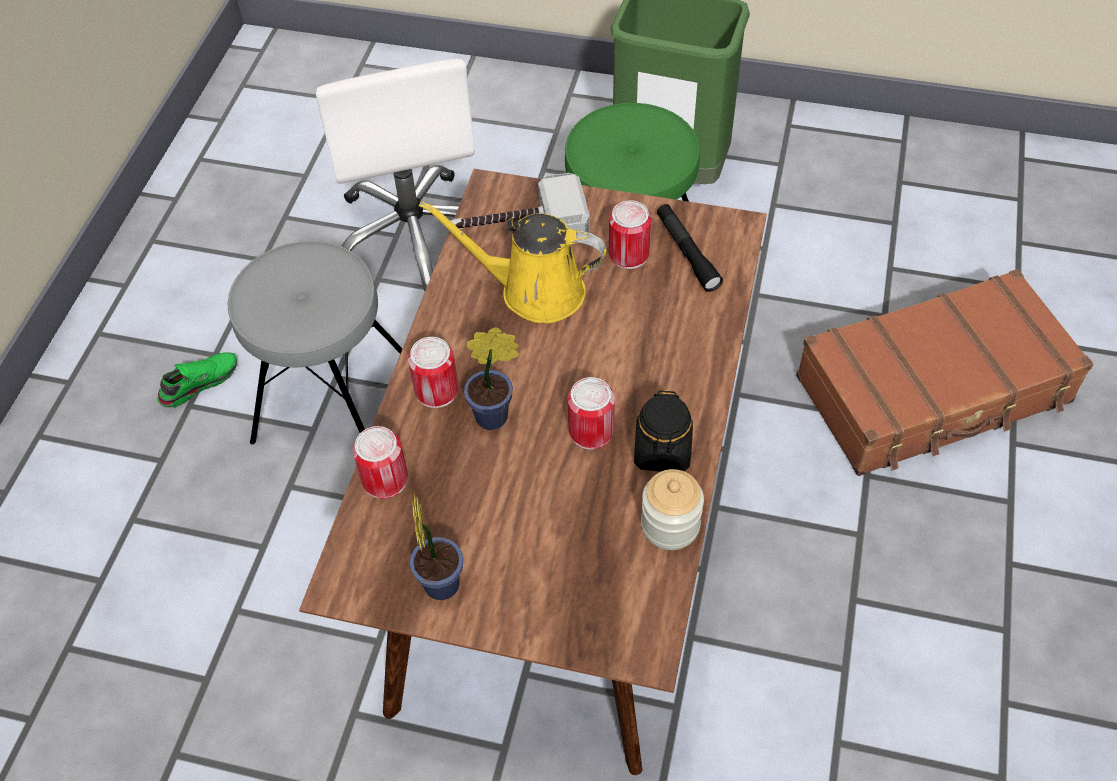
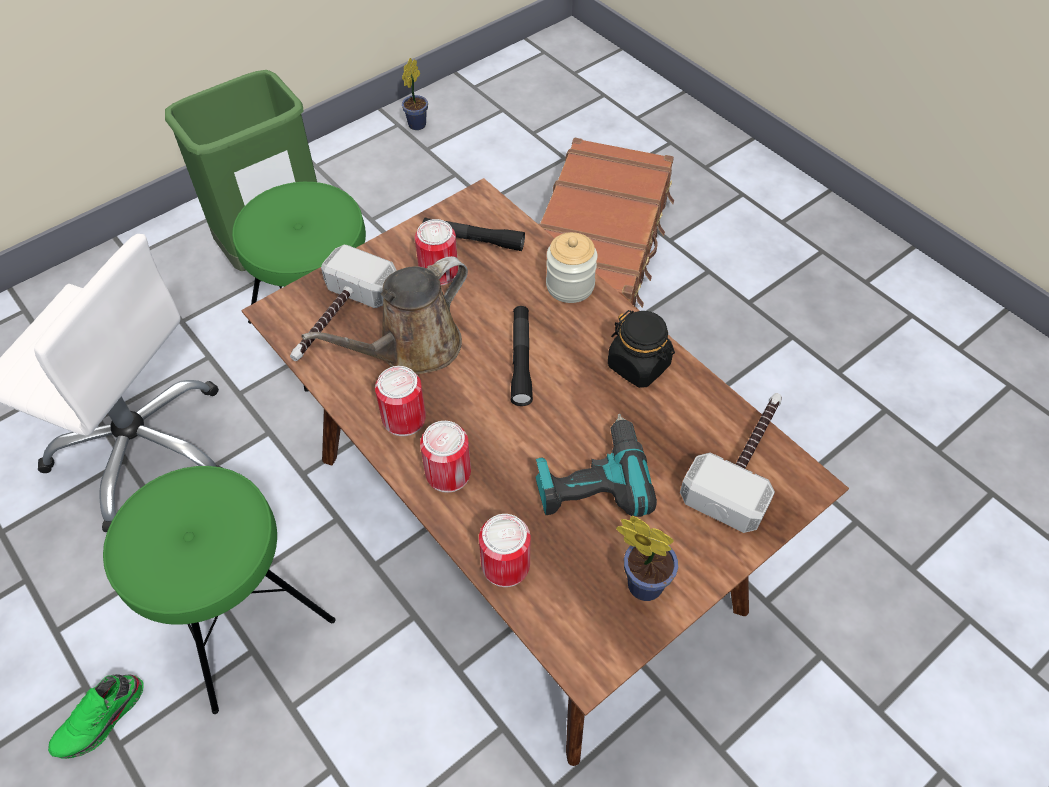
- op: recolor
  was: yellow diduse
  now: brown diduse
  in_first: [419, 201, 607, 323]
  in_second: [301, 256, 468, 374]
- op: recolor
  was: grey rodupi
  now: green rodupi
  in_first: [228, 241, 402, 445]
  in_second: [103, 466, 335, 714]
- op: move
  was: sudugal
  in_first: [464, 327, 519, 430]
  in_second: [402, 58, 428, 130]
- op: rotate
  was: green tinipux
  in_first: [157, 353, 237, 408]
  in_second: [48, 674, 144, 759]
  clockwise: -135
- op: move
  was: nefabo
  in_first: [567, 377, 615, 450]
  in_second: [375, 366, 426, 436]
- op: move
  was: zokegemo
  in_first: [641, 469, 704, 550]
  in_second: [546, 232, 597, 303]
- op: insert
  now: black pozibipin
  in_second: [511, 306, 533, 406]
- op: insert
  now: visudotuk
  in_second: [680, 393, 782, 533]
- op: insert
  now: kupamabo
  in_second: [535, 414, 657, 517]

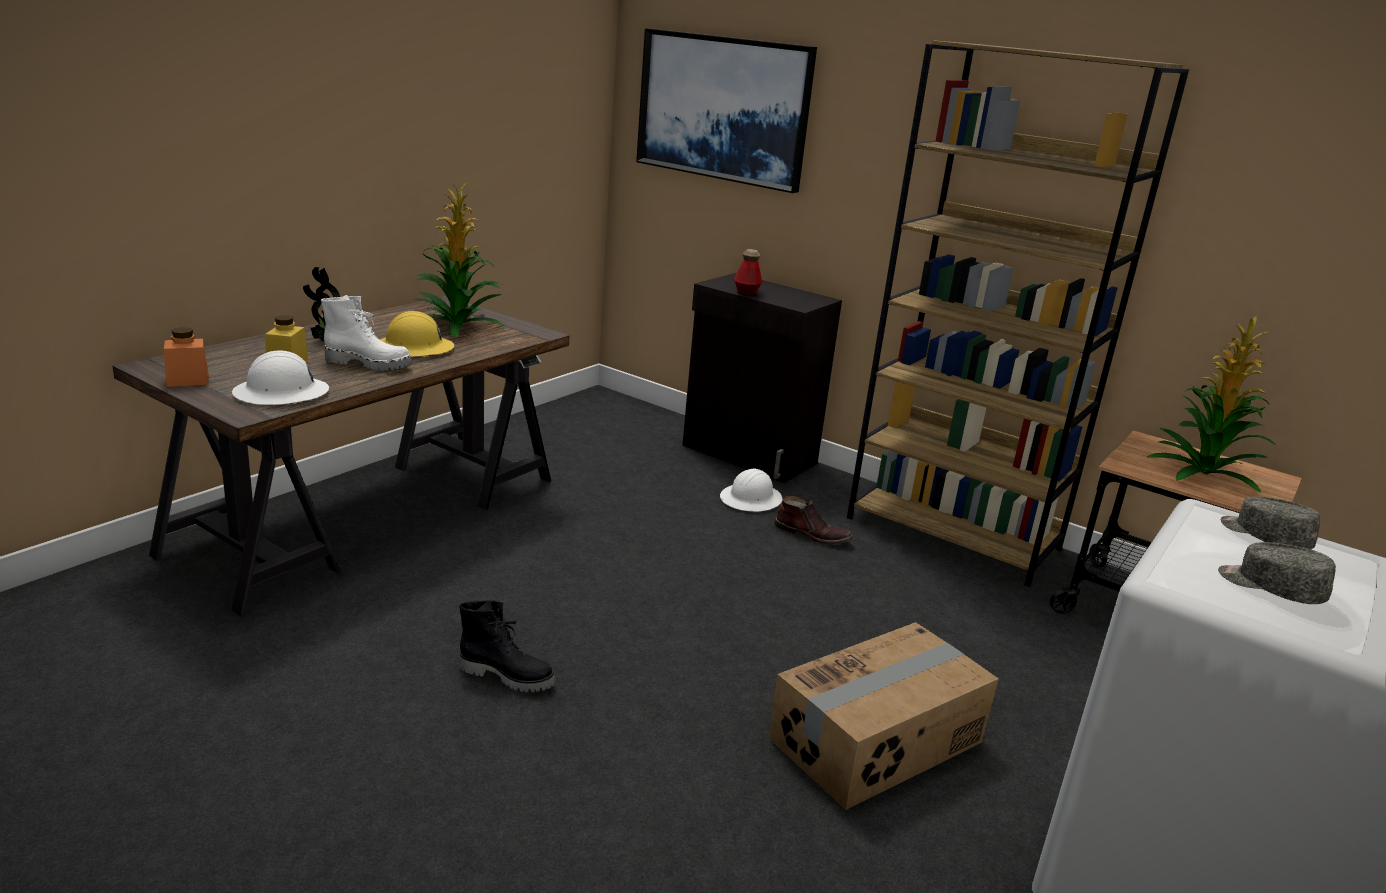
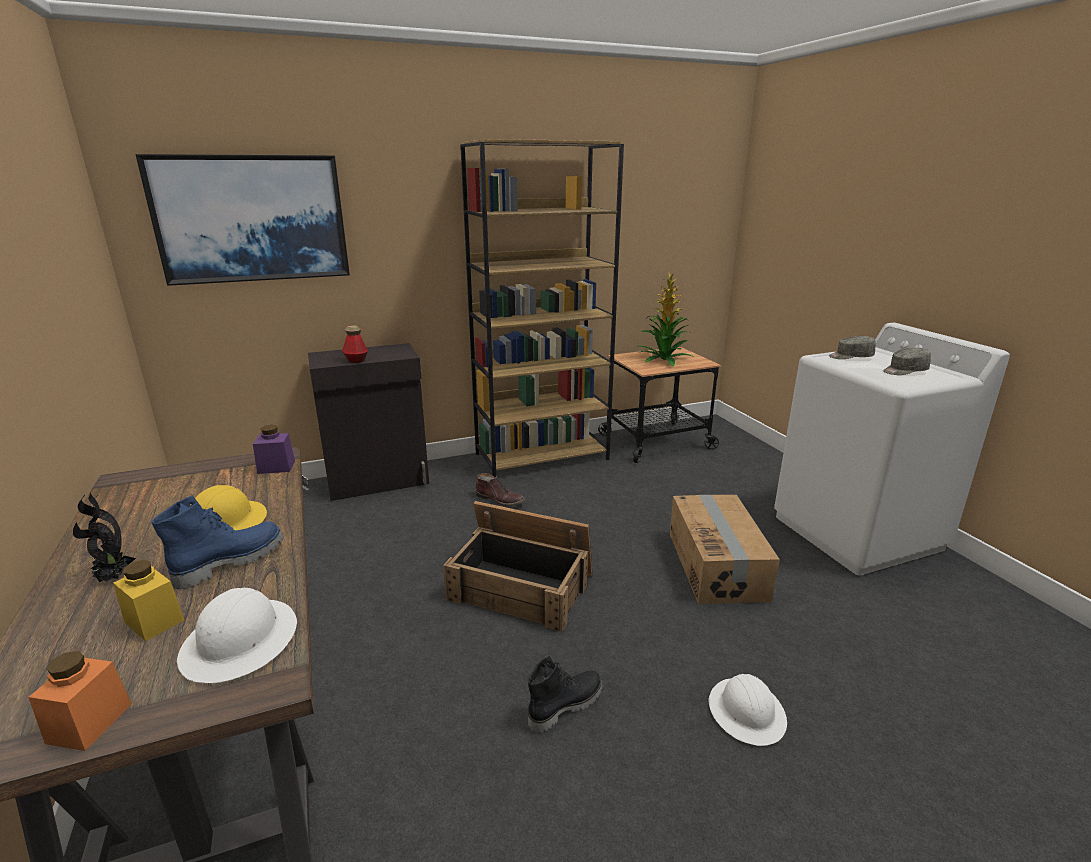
- op: delete
  was: sudugal
  in_first: [413, 182, 505, 337]
- op: recolor
  was: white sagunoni
  now: blue sagunoni
  in_first: [321, 295, 413, 371]
  in_second: [151, 495, 284, 590]
- op: move
  was: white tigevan
  in_first: [720, 469, 782, 512]
  in_second: [708, 674, 787, 746]
- op: rotate
  was: brown sagunoni
  in_first: [774, 496, 853, 545]
  in_second: [475, 473, 525, 506]
  clockwise: 60
- op: insert
  now: purple zokegemo
  in_second: [253, 425, 295, 474]
- op: insert
  now: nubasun
  in_second: [443, 501, 593, 632]

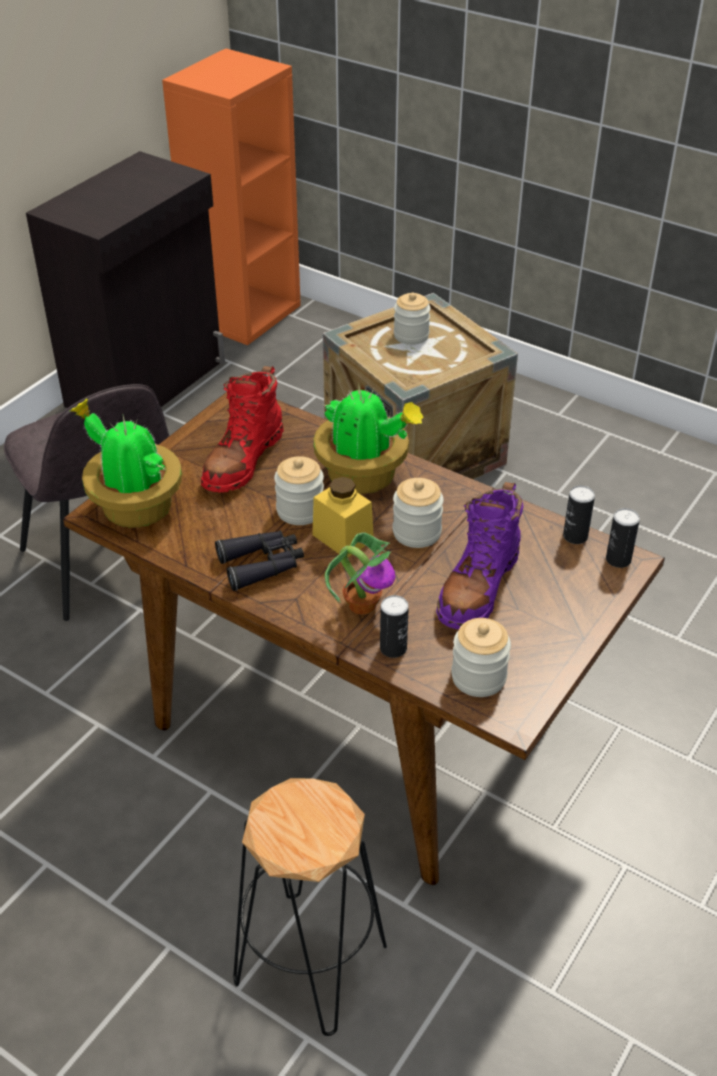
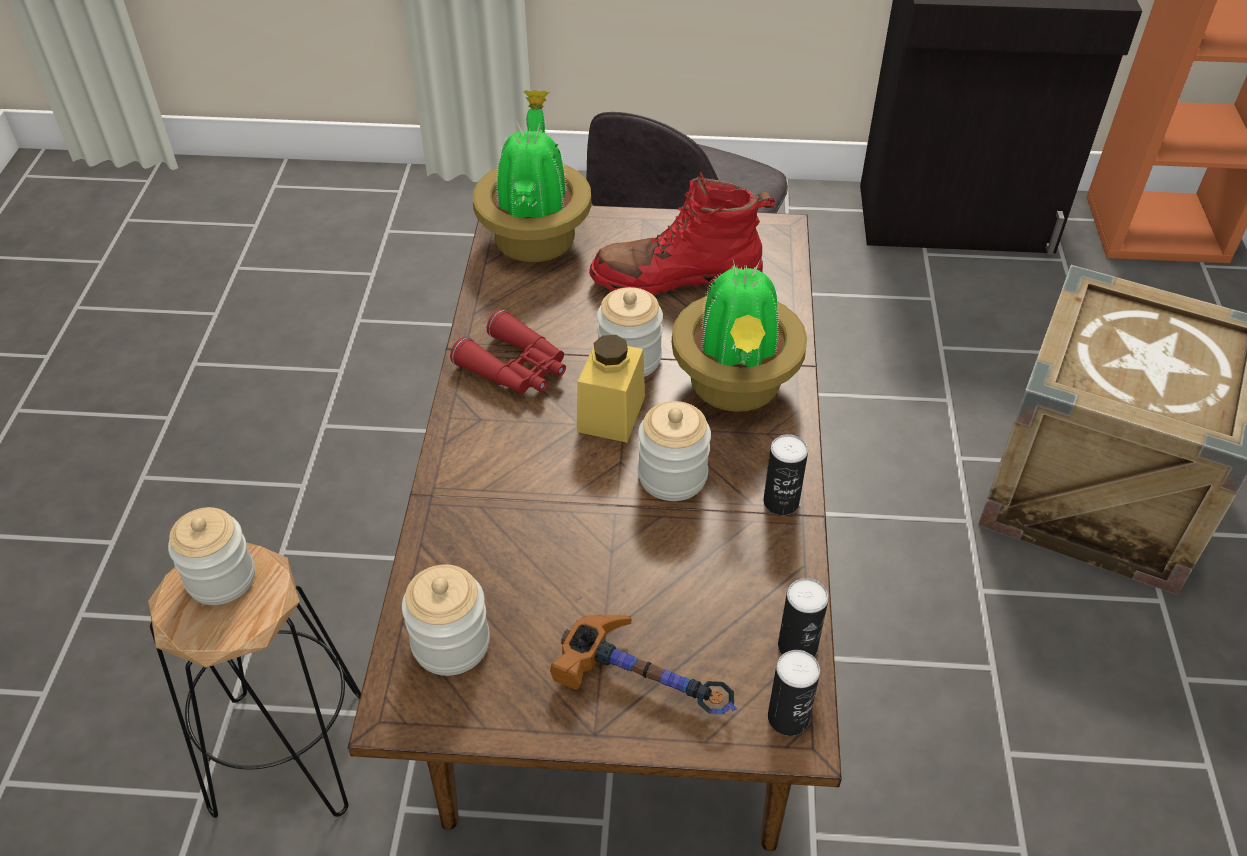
- op: move
  was: zokegemo
  in_first: [394, 293, 431, 345]
  in_second: [168, 507, 255, 605]
- op: delete
  was: purple sagunoni
  in_first: [436, 482, 524, 629]
- op: recolor
  was: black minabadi
  now: red minabadi
  in_first: [215, 530, 304, 591]
  in_second: [450, 309, 566, 394]
- op: delete
  was: sudugal
  in_first: [325, 532, 396, 615]
- op: move
  was: nefabo
  in_first: [380, 595, 409, 658]
  in_second: [763, 434, 808, 515]
- op: insert
  now: visudotuk
  in_second: [550, 615, 737, 715]

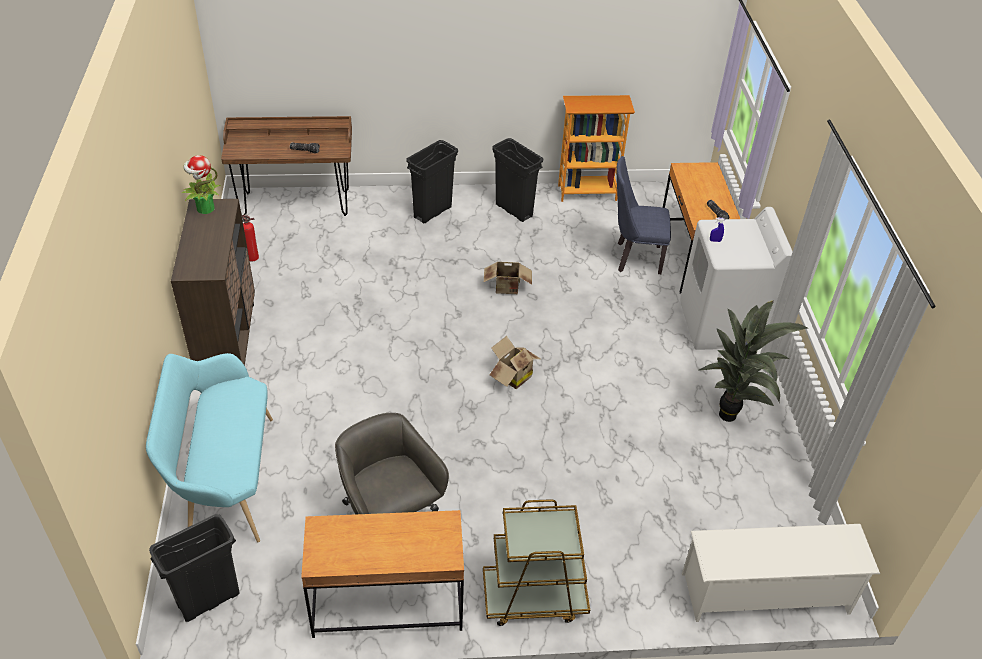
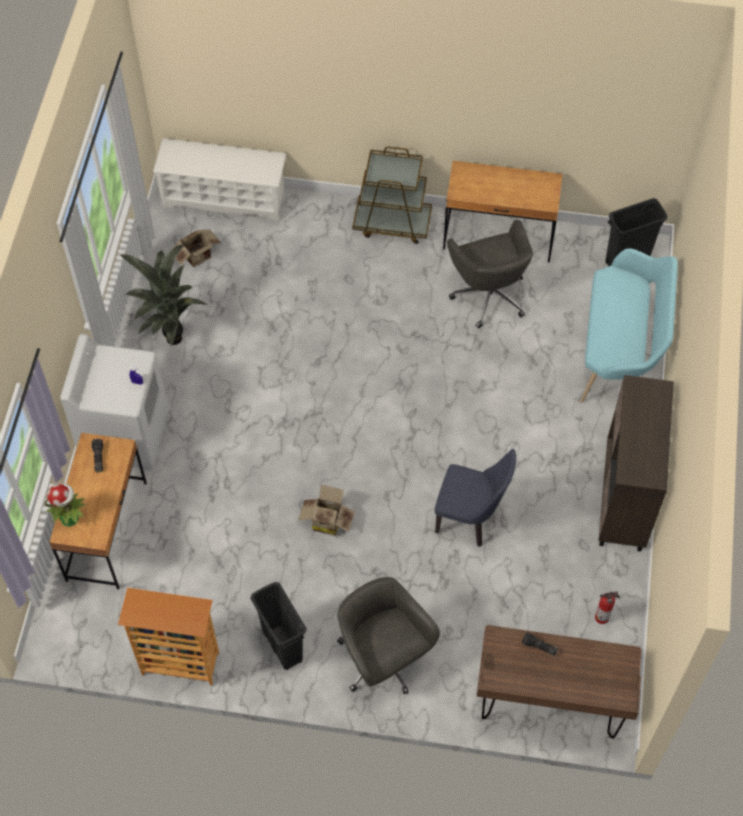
- op: replace
  was: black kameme
  now: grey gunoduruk
  in_first: [406, 140, 458, 224]
  in_second: [337, 577, 440, 694]
- op: move
  was: sudugal
  in_first: [182, 155, 221, 214]
  in_second: [44, 483, 86, 527]
- op: move
  was: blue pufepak
  in_first: [616, 156, 671, 274]
  in_second: [435, 449, 516, 547]
- op: move
  was: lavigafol
  in_first: [490, 336, 541, 389]
  in_second: [172, 230, 221, 267]

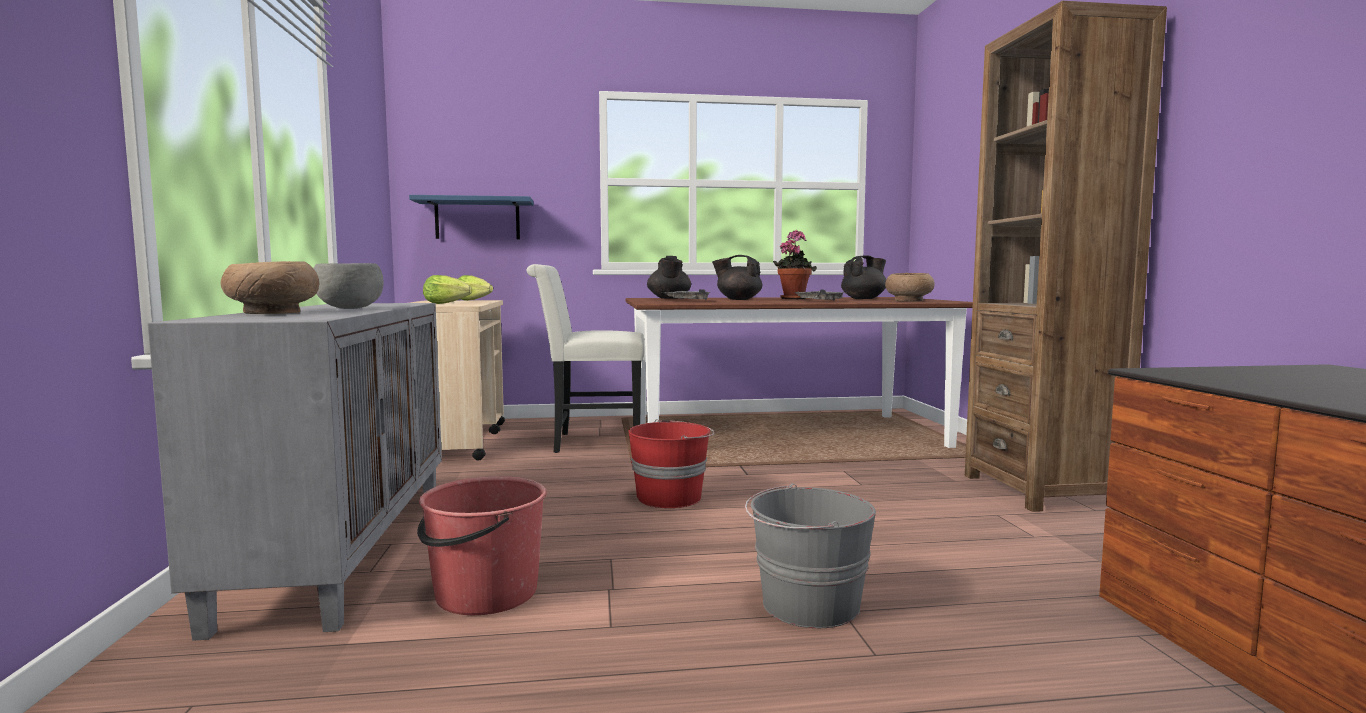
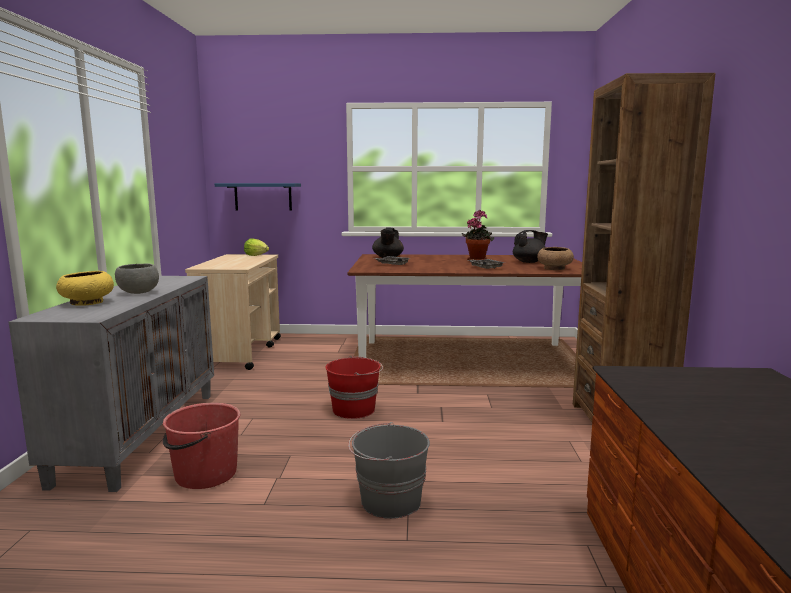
- op: delete
  was: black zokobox
  in_first: [712, 255, 762, 300]
- op: recolor
  was: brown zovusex
  now: yellow zovusex
  in_first: [220, 261, 319, 314]
  in_second: [56, 271, 114, 306]
- op: delete
  was: white pufepak
  in_first: [526, 264, 644, 453]
- op: delete
  was: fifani
  in_first: [423, 275, 472, 304]

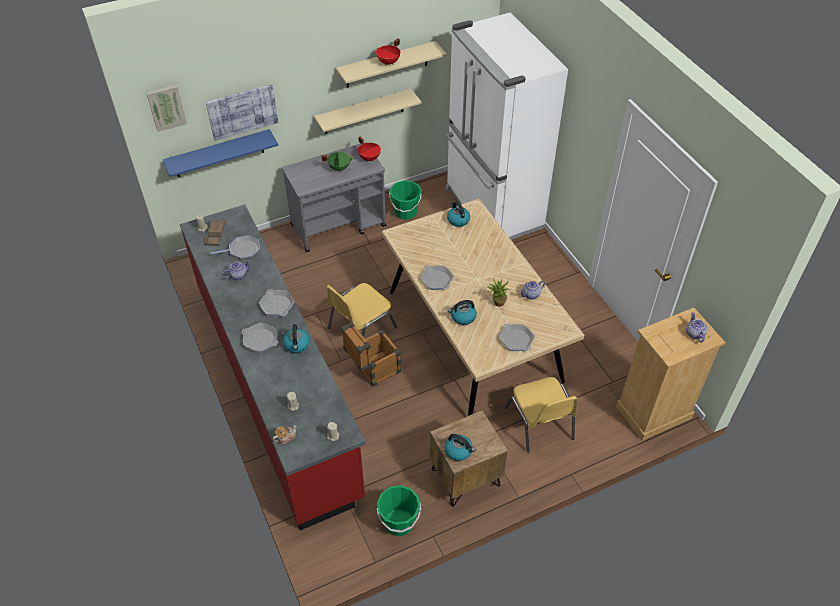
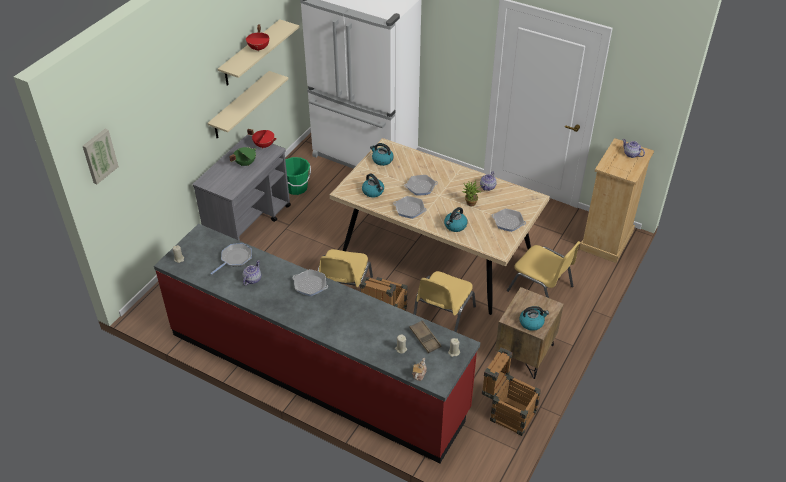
- op: delete
  was: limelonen
  in_first: [206, 84, 279, 141]
- op: delete
  was: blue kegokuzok
  in_first: [163, 129, 278, 177]
- op: move
  was: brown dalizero
  in_first: [205, 220, 225, 246]
  in_second: [409, 320, 441, 353]
- op: move
  was: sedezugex
  in_first: [242, 323, 278, 353]
  in_second: [404, 175, 438, 196]
- op: move
  was: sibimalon
  in_first: [283, 324, 310, 353]
  in_second: [362, 173, 384, 197]
- op: replace
  was: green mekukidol
  now: nubasun
  in_first: [377, 485, 421, 536]
  in_second: [482, 347, 541, 436]
- op: insert
  now: yellow pufepak
  in_second: [413, 271, 476, 332]

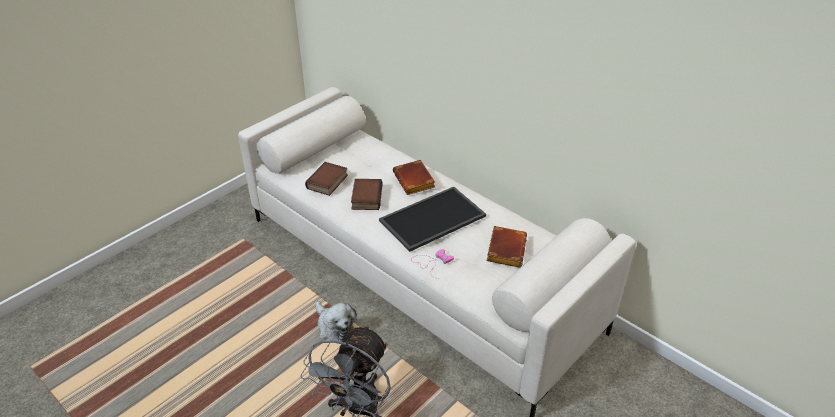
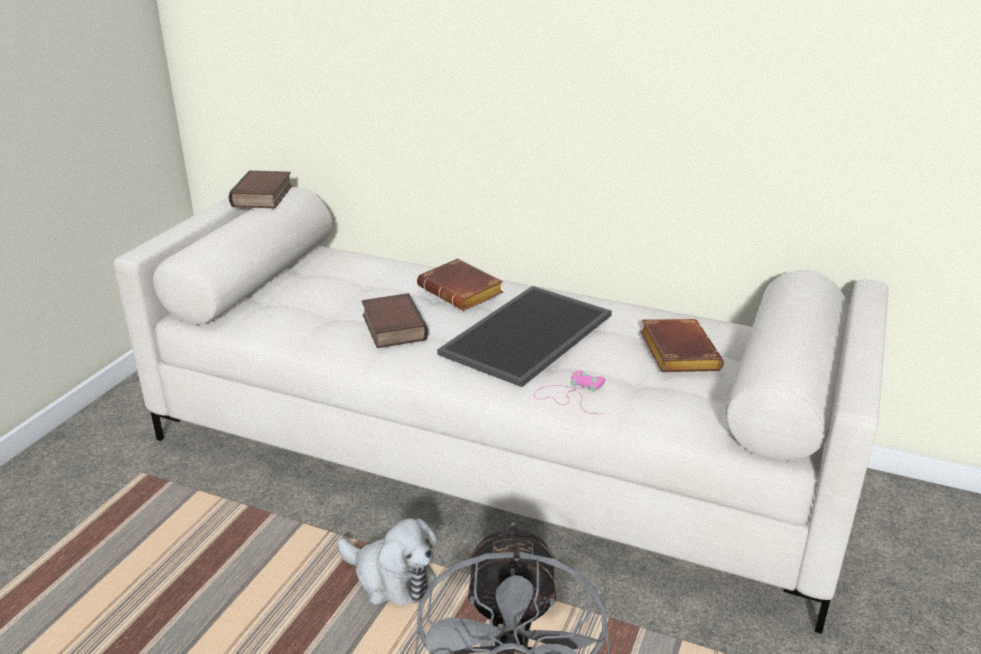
- op: move
  was: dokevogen
  in_first: [305, 162, 348, 196]
  in_second: [229, 171, 292, 208]

